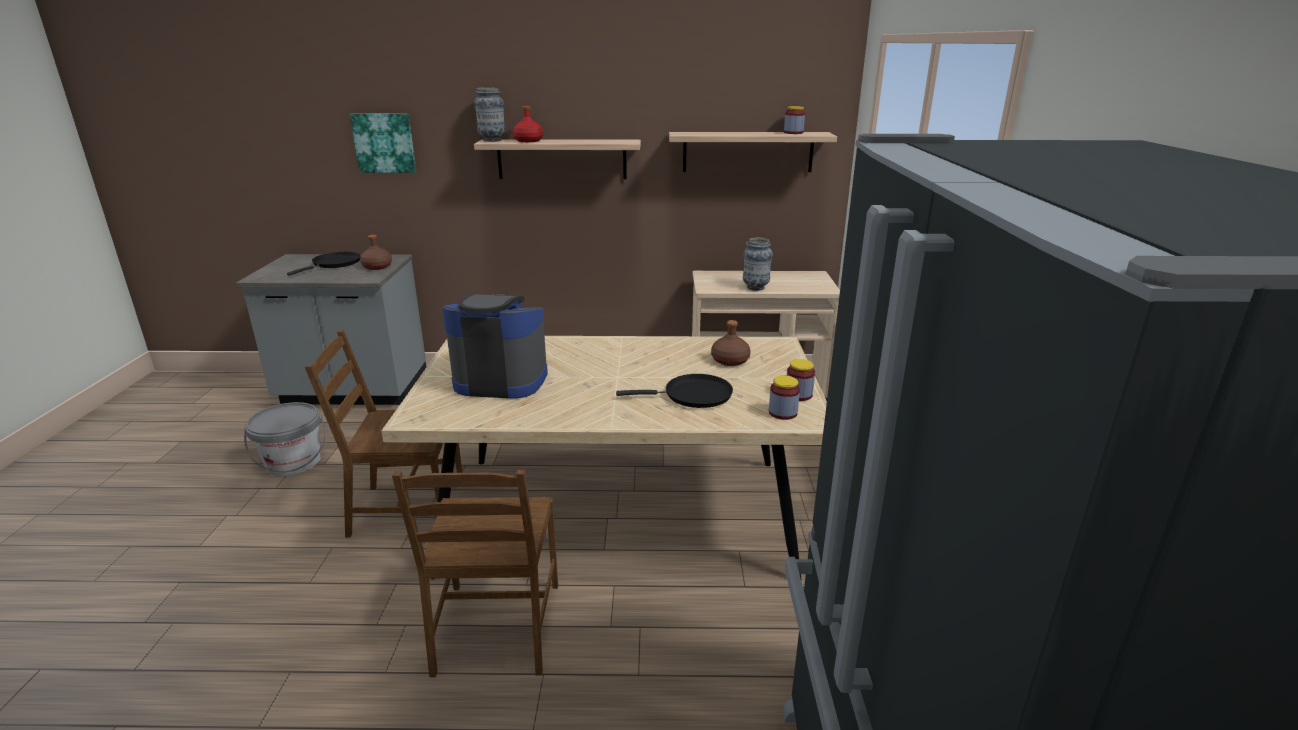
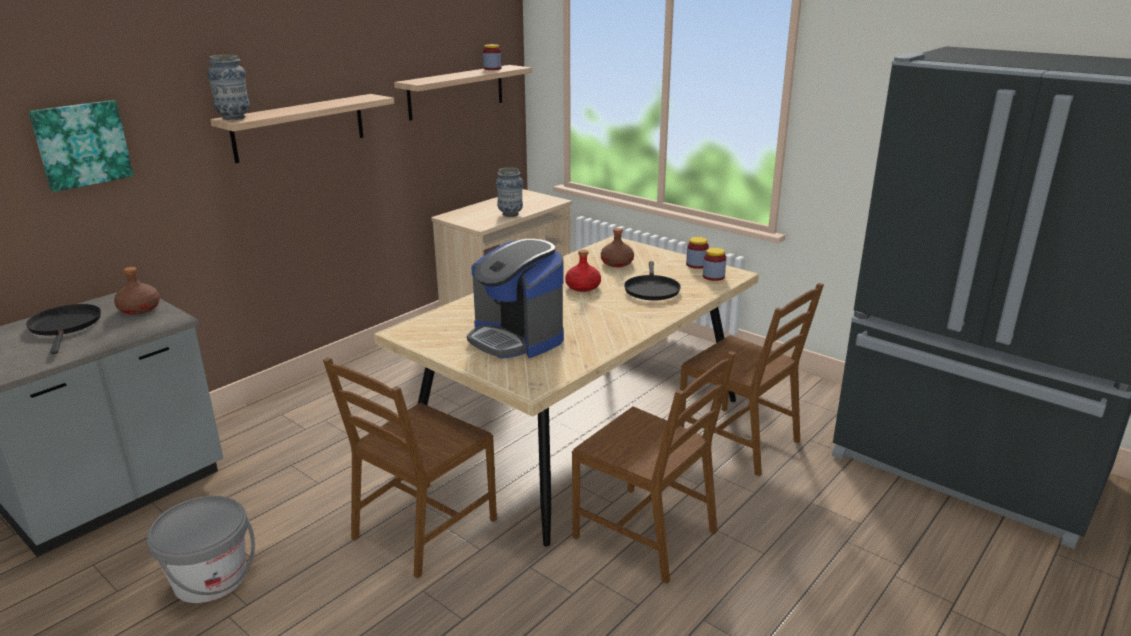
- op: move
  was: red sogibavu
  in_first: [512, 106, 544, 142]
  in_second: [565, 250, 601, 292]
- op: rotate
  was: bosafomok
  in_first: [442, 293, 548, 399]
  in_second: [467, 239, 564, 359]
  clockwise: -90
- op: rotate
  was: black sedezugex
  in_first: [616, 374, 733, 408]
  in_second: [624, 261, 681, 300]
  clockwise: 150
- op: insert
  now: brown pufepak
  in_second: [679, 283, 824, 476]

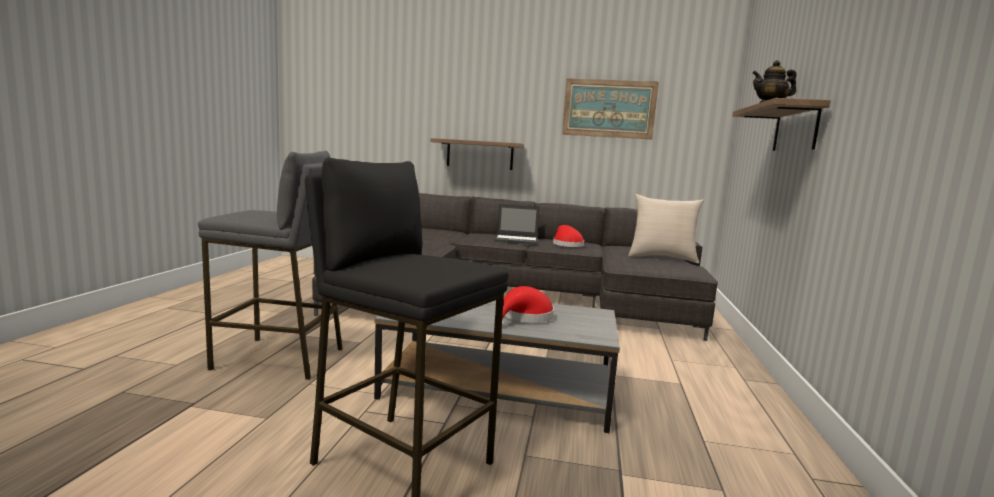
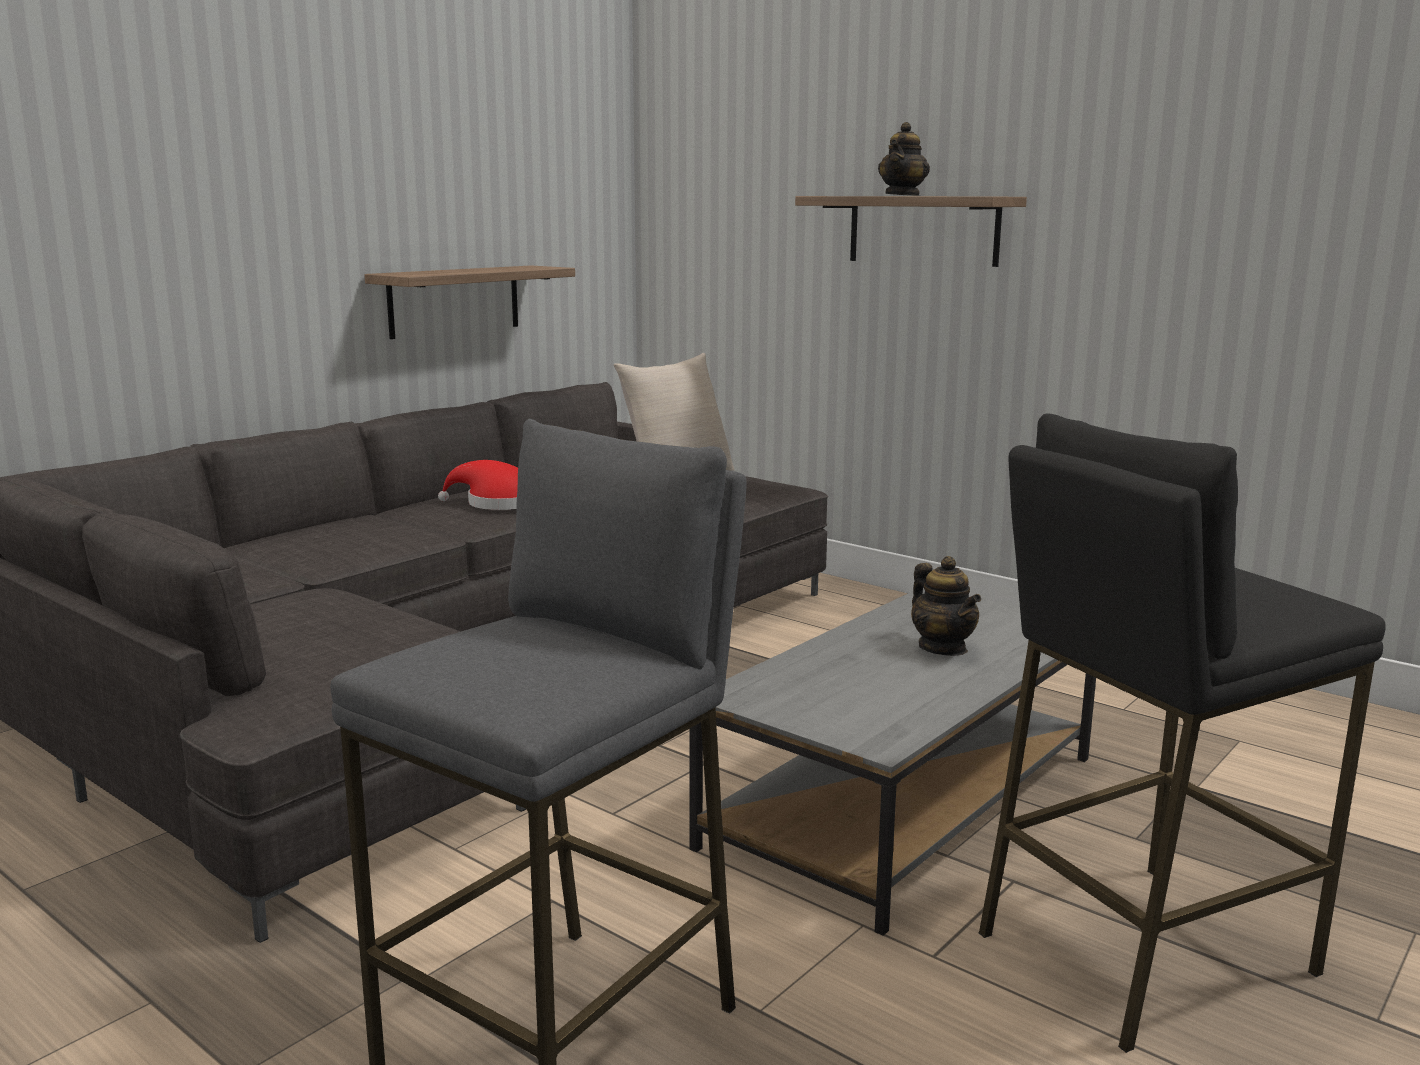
- op: delete
  was: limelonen
  in_first: [562, 78, 659, 139]
- op: move
  was: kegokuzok
  in_first: [430, 138, 524, 170]
  in_second: [364, 266, 575, 339]
- op: delete
  was: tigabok
  in_first: [494, 204, 540, 245]
- op: replace
  was: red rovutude
  now: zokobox
  in_first: [502, 286, 554, 328]
  in_second: [911, 556, 981, 656]

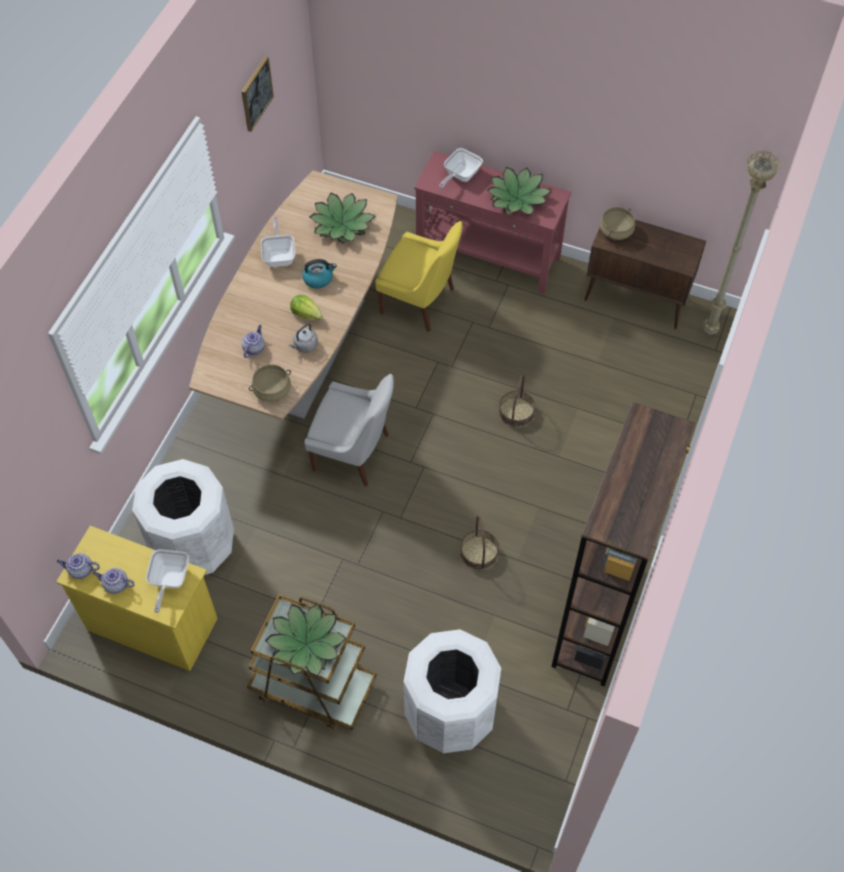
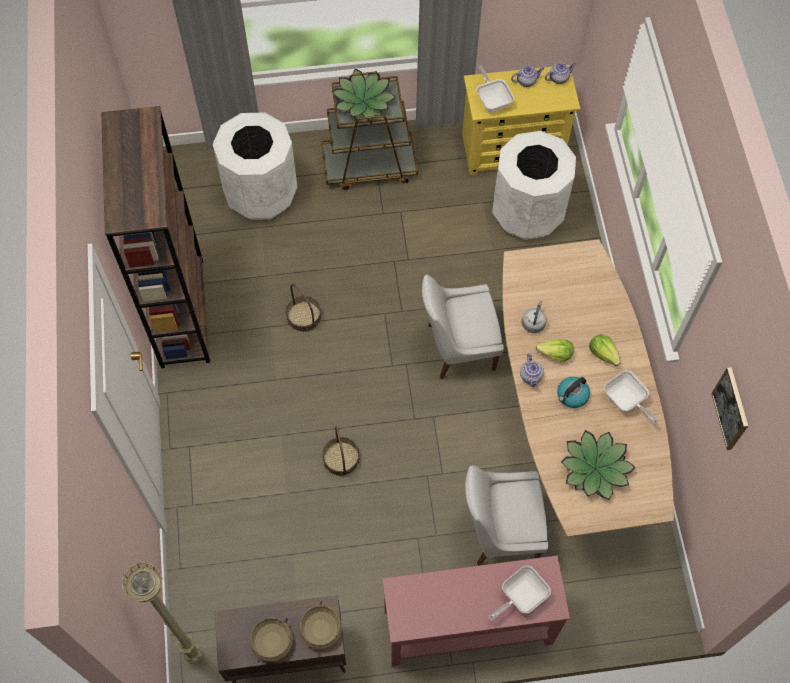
- op: rotate
  was: sedezugex
  in_first: [439, 148, 483, 188]
  in_second: [489, 565, 551, 621]
  clockwise: -135
- op: delete
  was: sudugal
  in_first: [487, 167, 551, 215]
- op: recolor
  was: yellow pufepak
  now: white pufepak
  in_first: [375, 221, 462, 332]
  in_second: [465, 465, 549, 566]
- op: move
  was: zokobox
  in_first: [242, 325, 265, 358]
  in_second: [520, 353, 544, 387]
- op: move
  was: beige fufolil
  in_first: [249, 364, 291, 402]
  in_second: [250, 618, 293, 662]
- op: insert
  now: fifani
  in_second: [589, 334, 621, 366]

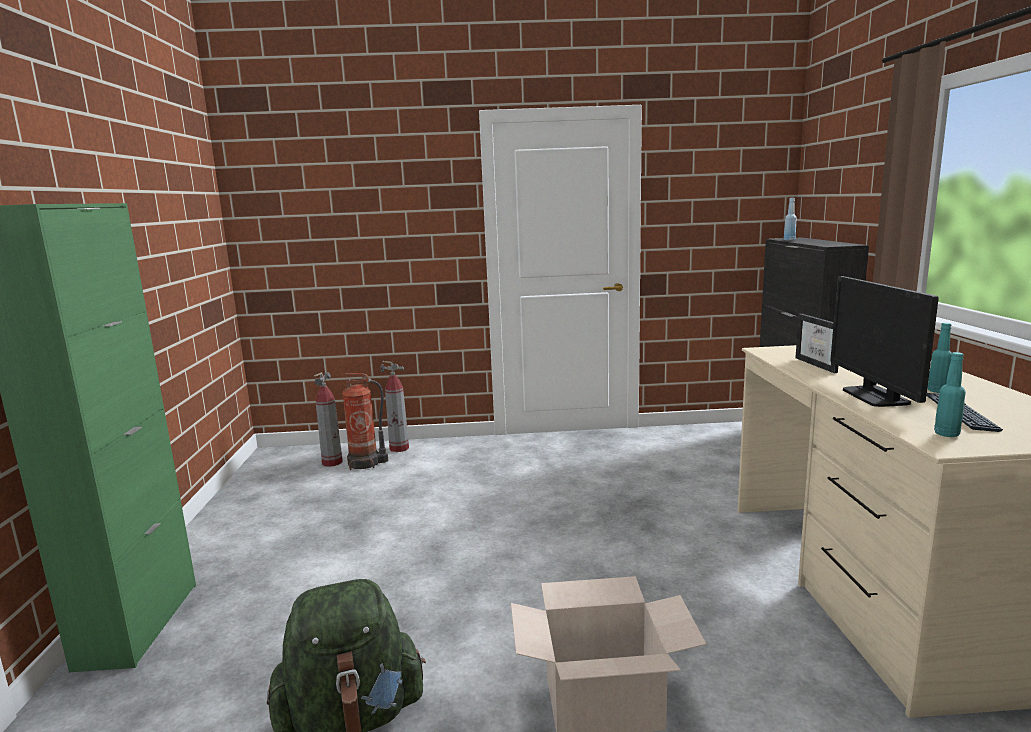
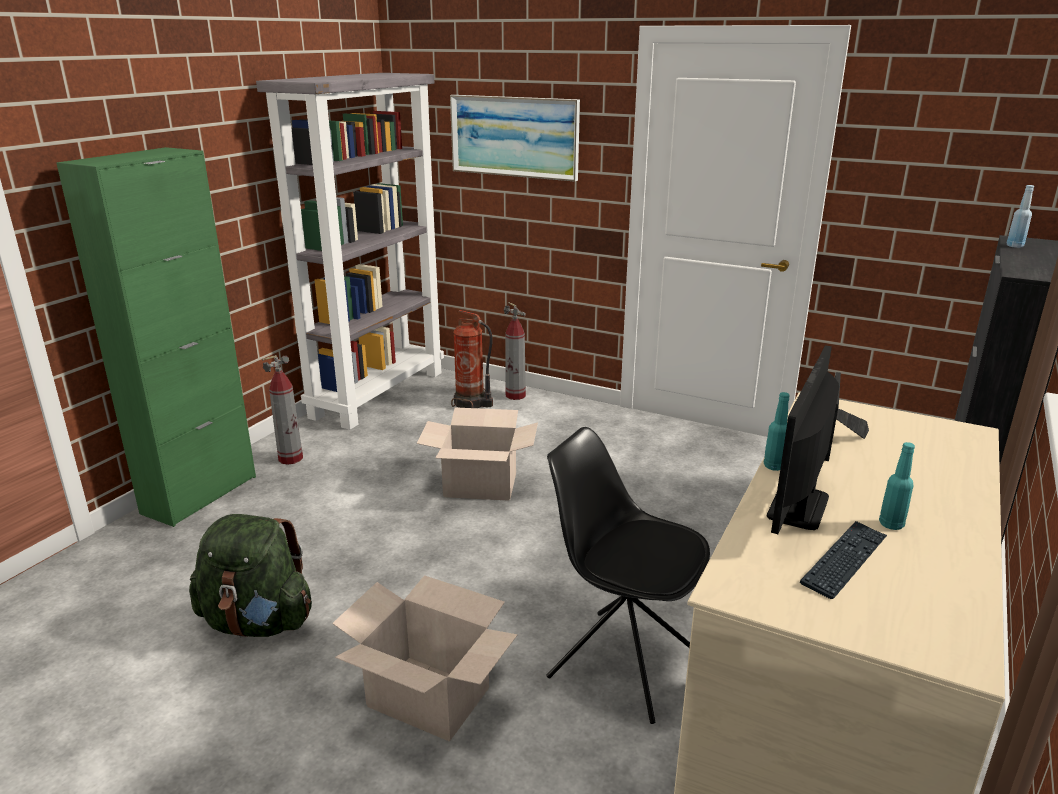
- op: move
  was: turquoise sogibavu
  in_first: [934, 352, 966, 437]
  in_second: [764, 392, 790, 471]
- op: move
  was: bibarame
  in_first: [314, 372, 343, 467]
  in_second: [262, 355, 303, 465]
- op: insert
  now: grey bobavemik
  in_second: [256, 73, 444, 430]
- op: insert
  now: limelonen
  in_second: [450, 95, 580, 182]
- op: insert
  now: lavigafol
  in_second: [417, 407, 538, 501]
- op: insert
  now: black pufepak
  in_second: [547, 427, 710, 724]

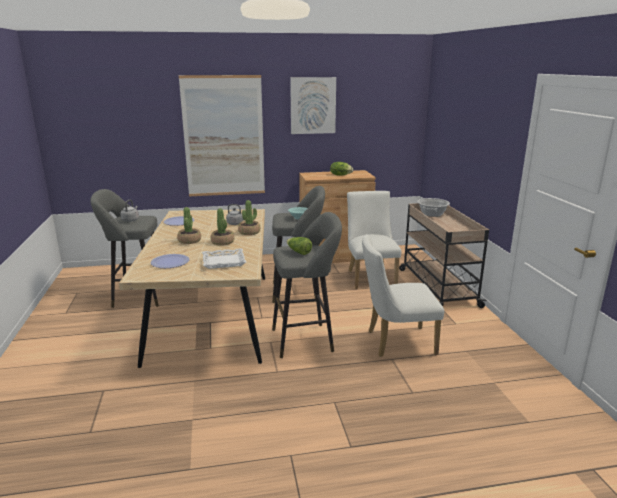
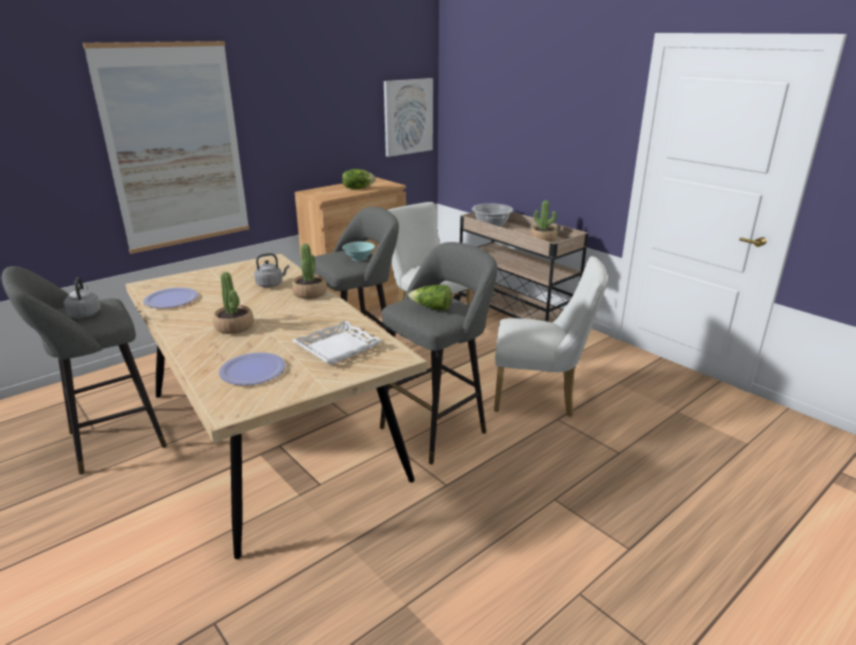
- op: move
  was: limelonen
  in_first: [290, 77, 336, 134]
  in_second: [384, 78, 433, 157]
- op: move
  was: sudugal
  in_first: [211, 208, 234, 246]
  in_second: [531, 200, 557, 242]
- op: rotate
  was: white pufepak
  in_first: [362, 234, 444, 357]
  in_second: [494, 256, 607, 417]
  clockwise: -135

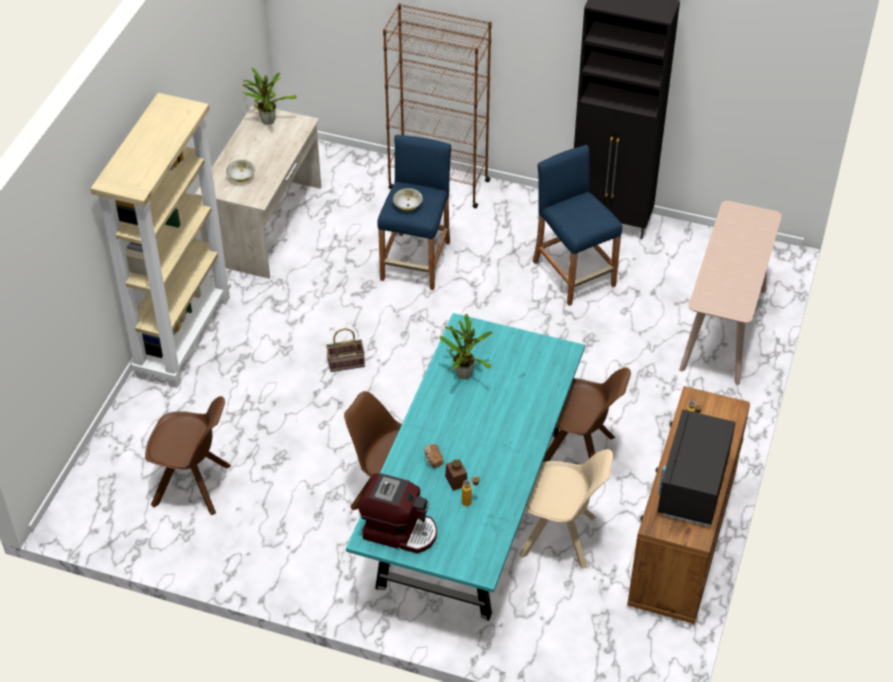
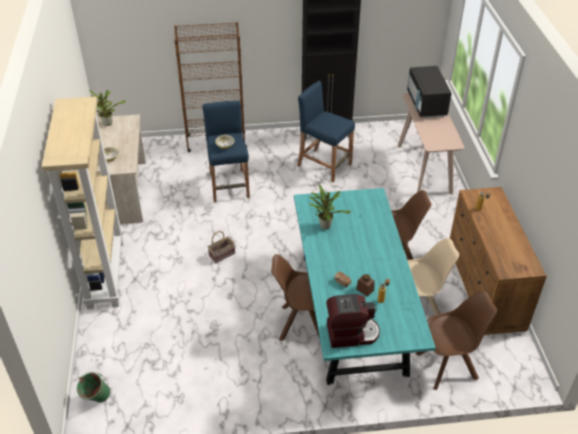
- op: move
  was: brown pufepak
  in_first: [145, 396, 231, 515]
  in_second: [416, 291, 497, 390]
- op: move
  was: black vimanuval
  in_first: [657, 410, 736, 527]
  in_second: [407, 66, 452, 118]
- op: insert
  now: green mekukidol
  in_second: [77, 372, 110, 403]

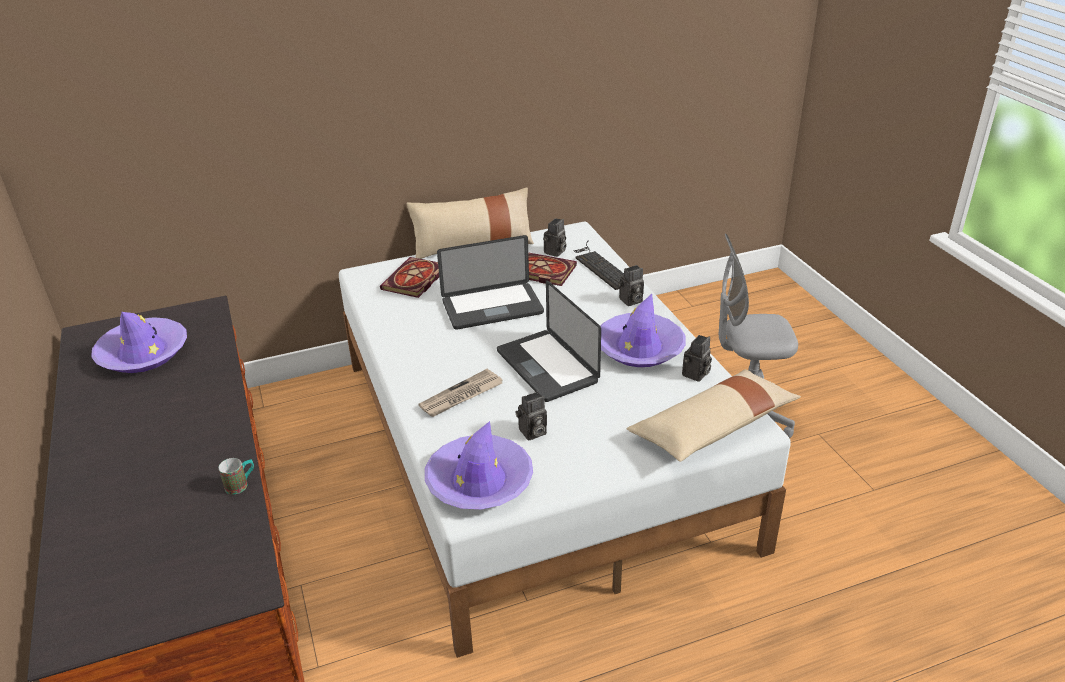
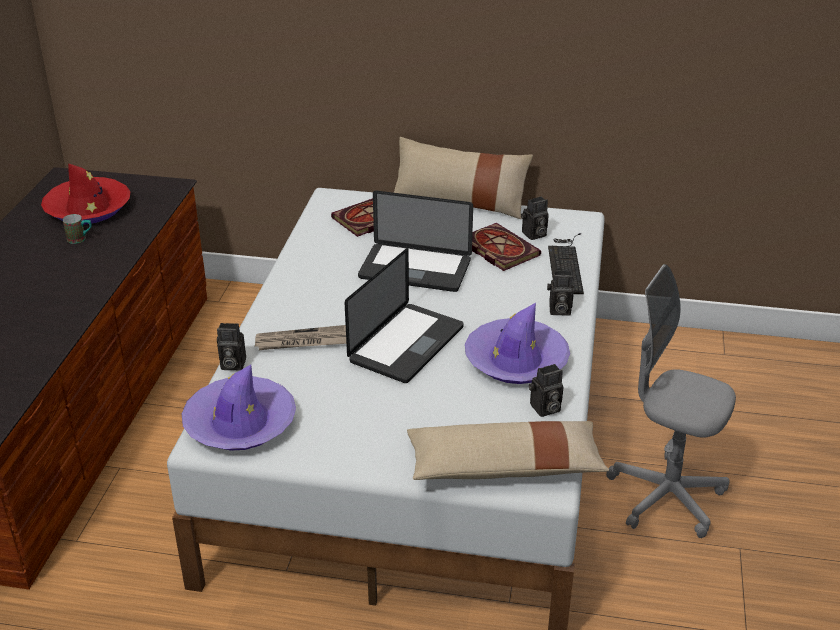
- op: rotate
  was: tigabok
  in_first: [497, 280, 601, 402]
  in_second: [345, 248, 464, 383]
  clockwise: -150
- op: recolor
  was: purple rovutude
  now: red rovutude
  in_first: [91, 312, 187, 373]
  in_second: [41, 164, 131, 224]
- op: move
  was: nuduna
  in_first: [515, 391, 547, 441]
  in_second: [217, 323, 246, 371]
- op: move
  was: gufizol
  in_first: [219, 458, 254, 494]
  in_second: [63, 214, 92, 244]

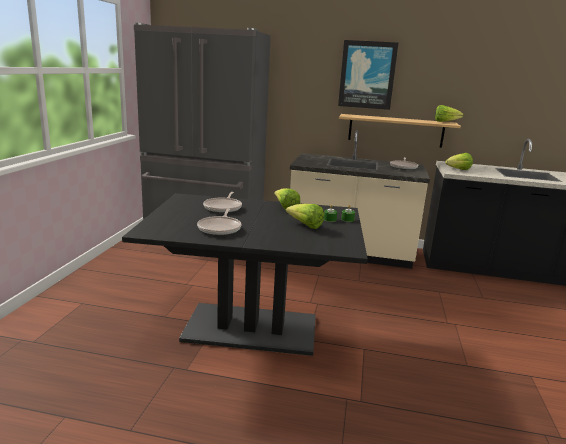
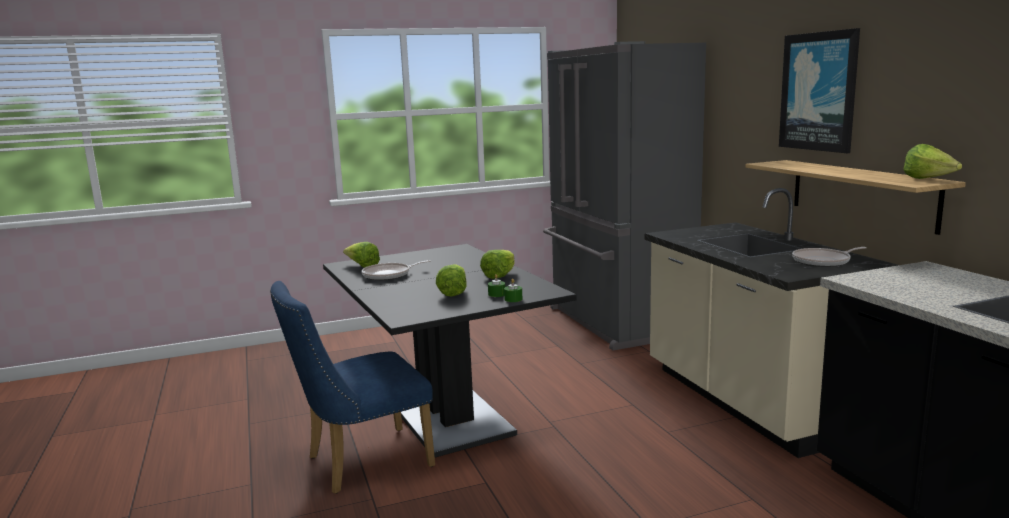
- op: move
  was: fifani
  in_first: [445, 153, 473, 170]
  in_second: [343, 242, 380, 268]
- op: delete
  was: sedezugex
  in_first: [203, 192, 242, 213]
- op: insert
  now: blue pufepak
  in_second: [270, 281, 435, 494]

